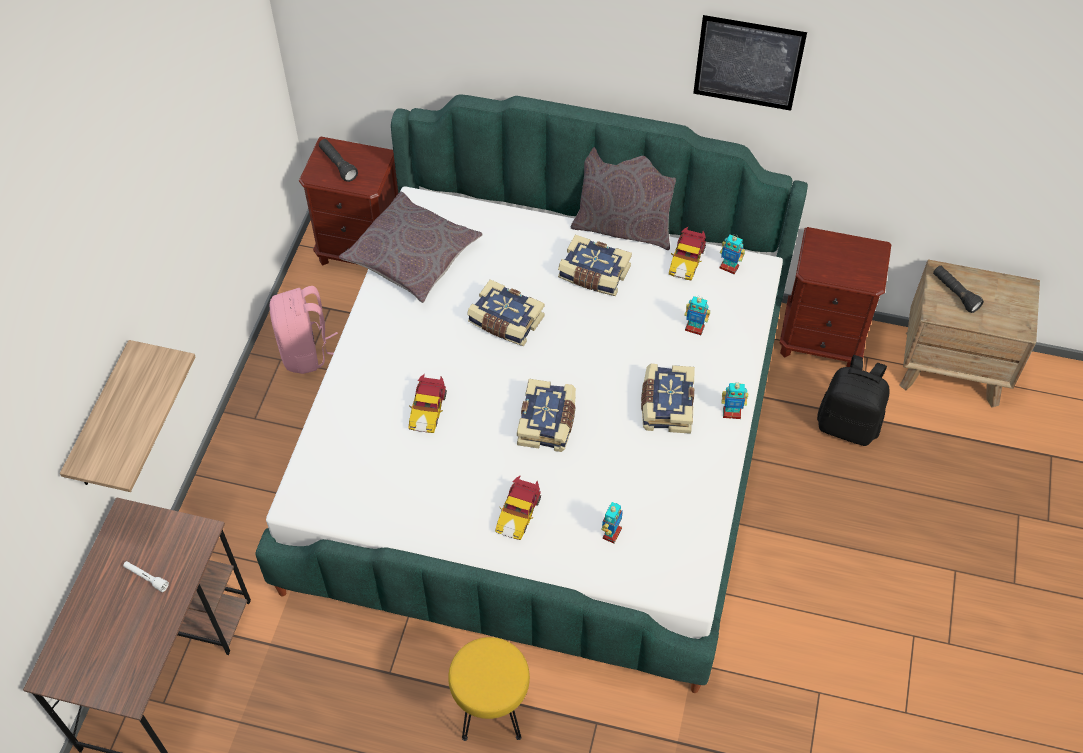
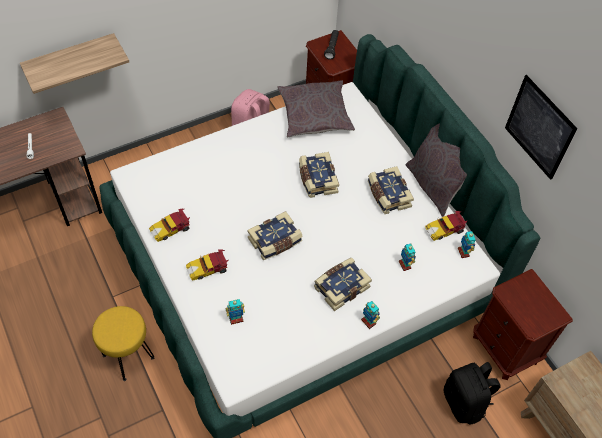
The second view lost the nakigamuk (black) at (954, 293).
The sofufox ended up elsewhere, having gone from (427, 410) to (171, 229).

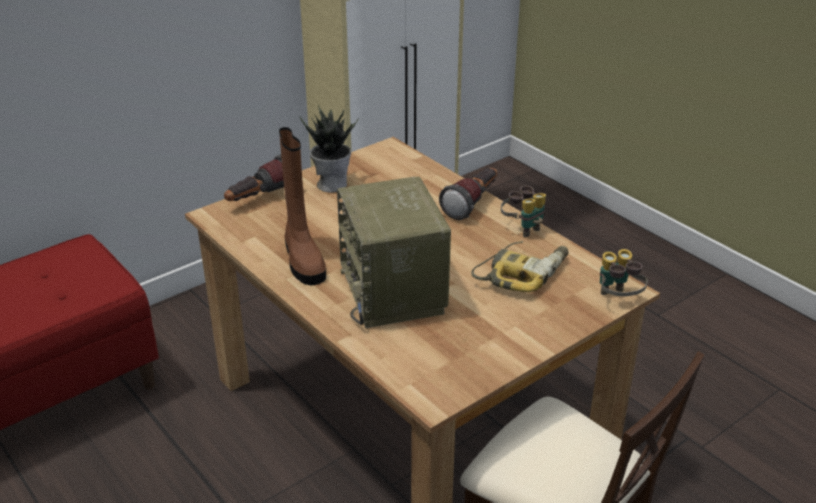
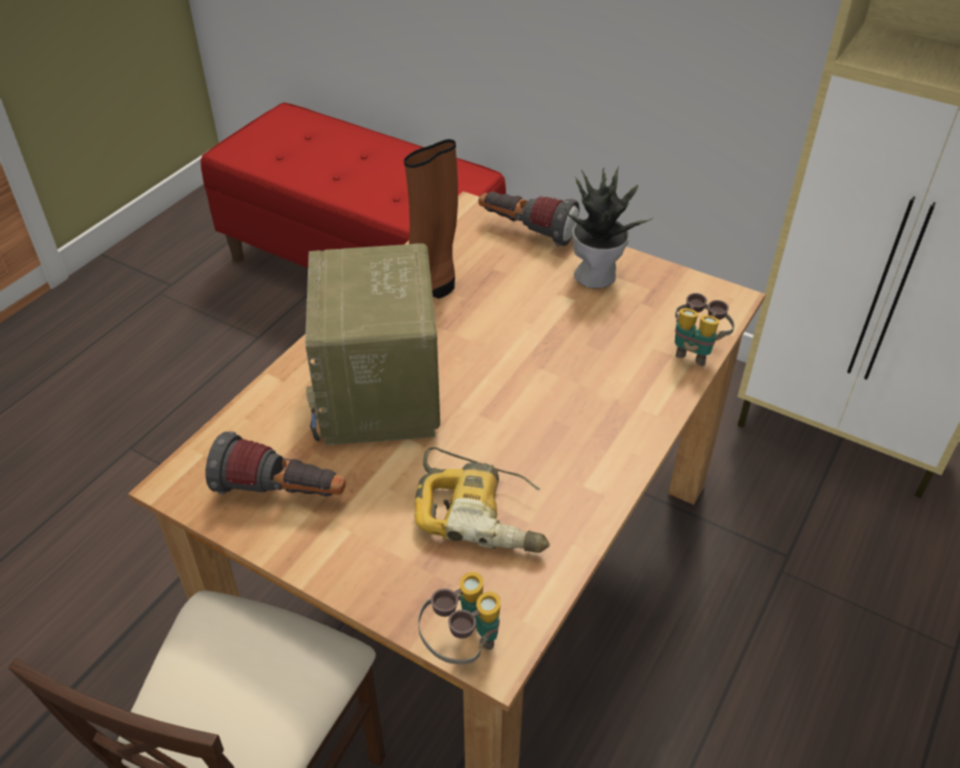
The nakigamuk ended up elsewhere, having gone from (473, 204) to (282, 493).
The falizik ended up elsewhere, having gone from (522, 228) to (695, 350).
The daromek at (394, 292) ended up facing another way, 60 degrees counterclockwise from before.

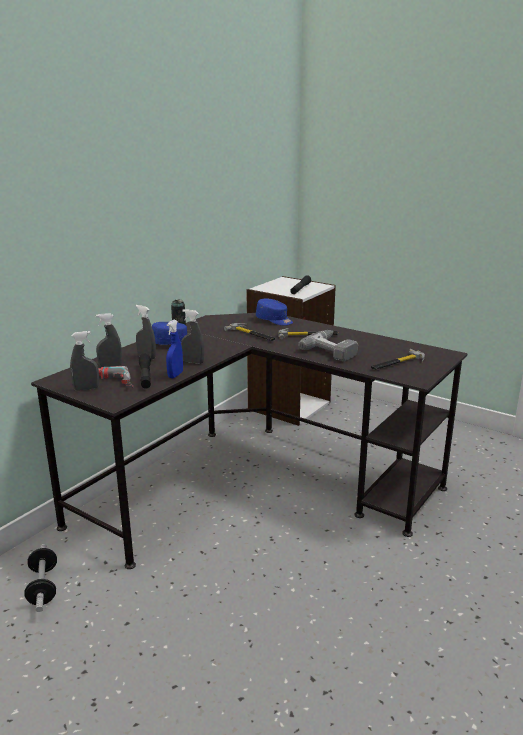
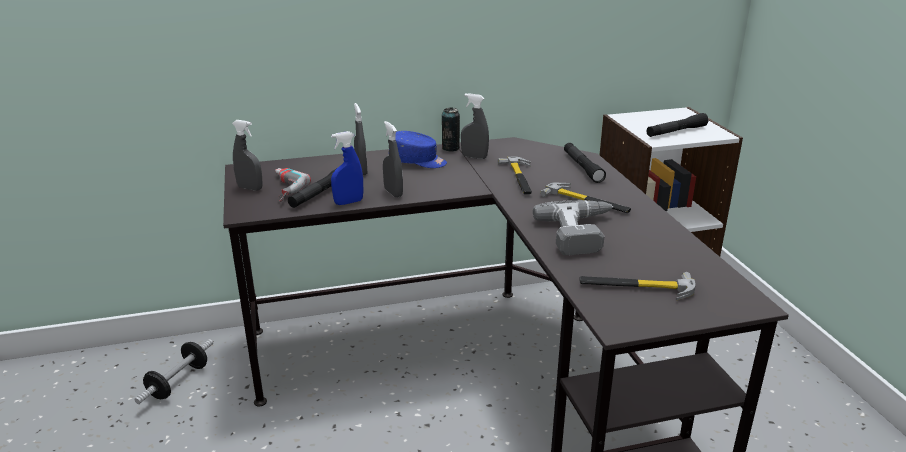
The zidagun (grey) ended up elsewhere, having gone from (110, 366) to (474, 157).
Where the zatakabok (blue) stood at (274, 320), the nakigamuk (black) came to stand at (582, 167).

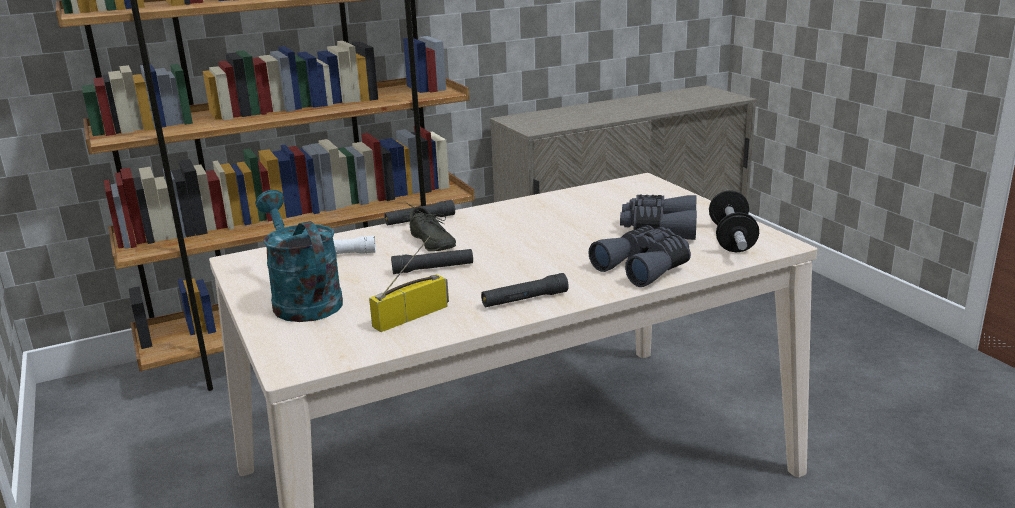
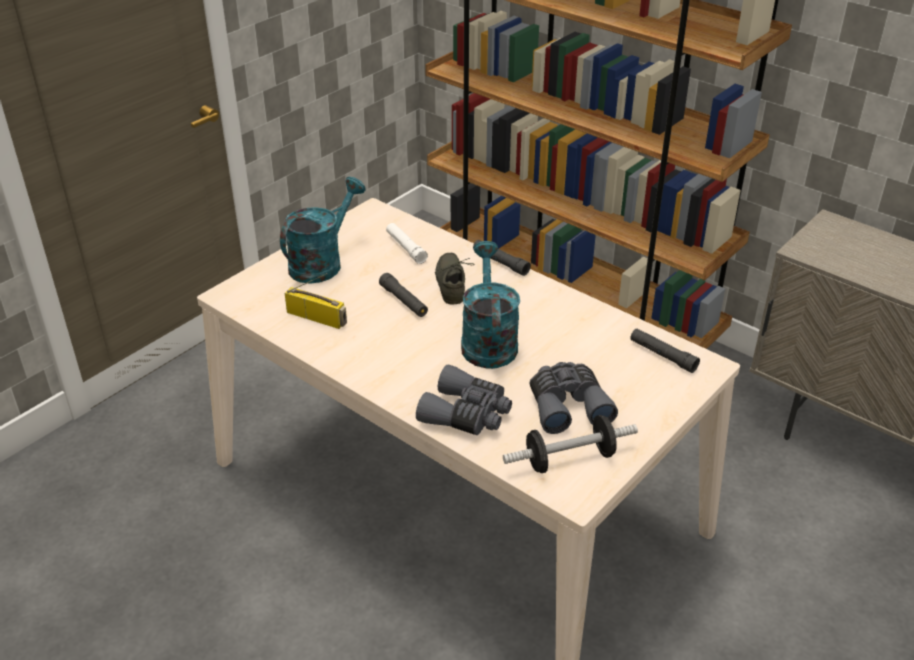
The second view gained the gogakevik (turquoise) at (488, 341).
The nakigamuk (black) ended up elsewhere, having gone from (524, 299) to (662, 355).
The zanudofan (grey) at (430, 243) ended up facing another way, 135 degrees clockwise from before.

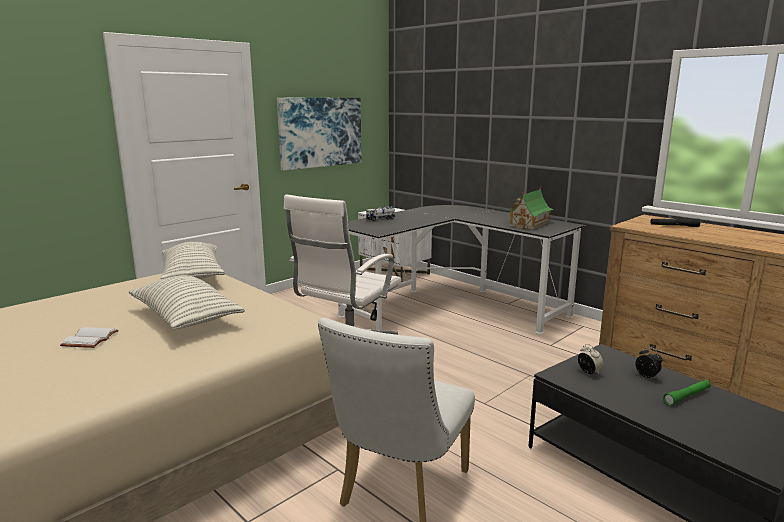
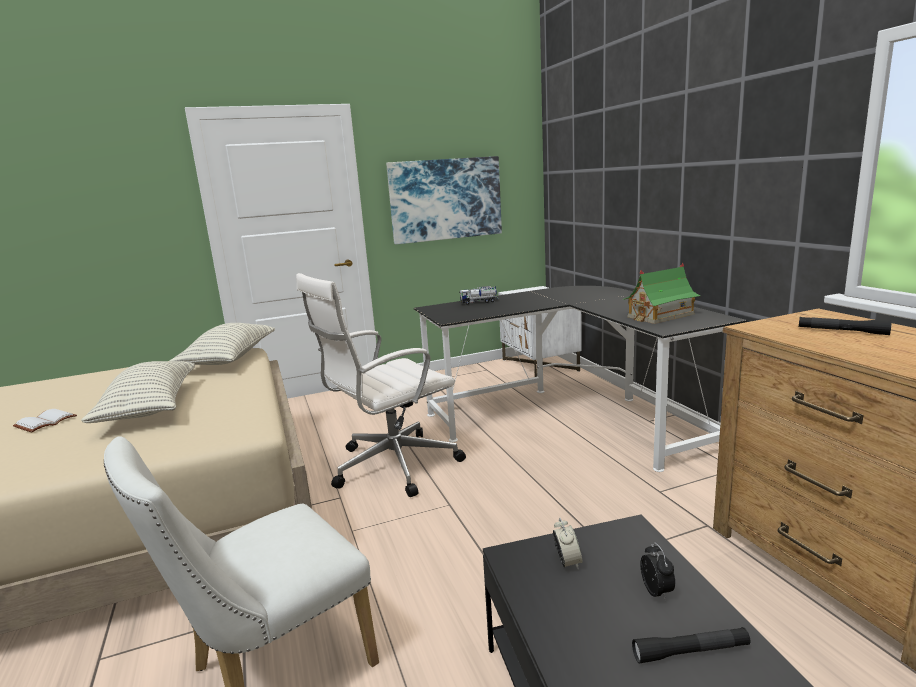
What was the nakigamuk (green) at (687, 396) turned into the nakigamuk (black) at (690, 652).

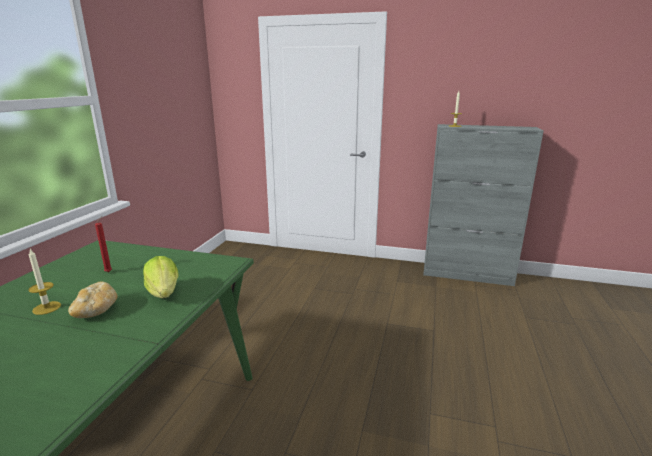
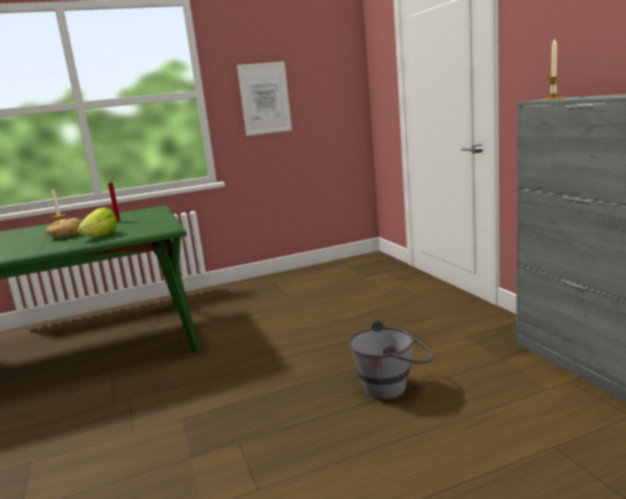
The second view gained the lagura at (265, 98).
The second view gained the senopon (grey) at (393, 386).

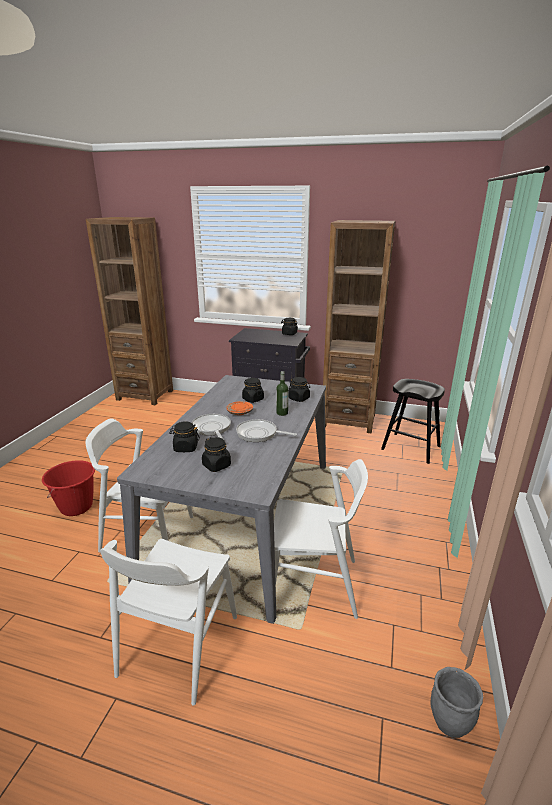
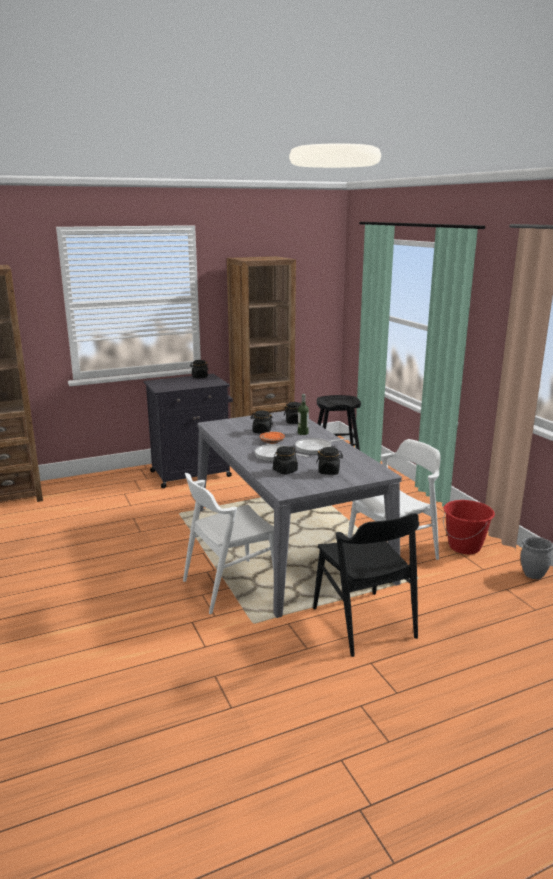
The senopon (red) ended up elsewhere, having gone from (76, 507) to (464, 547).
What was the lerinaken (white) at (178, 645) turned into the lerinaken (black) at (364, 622).

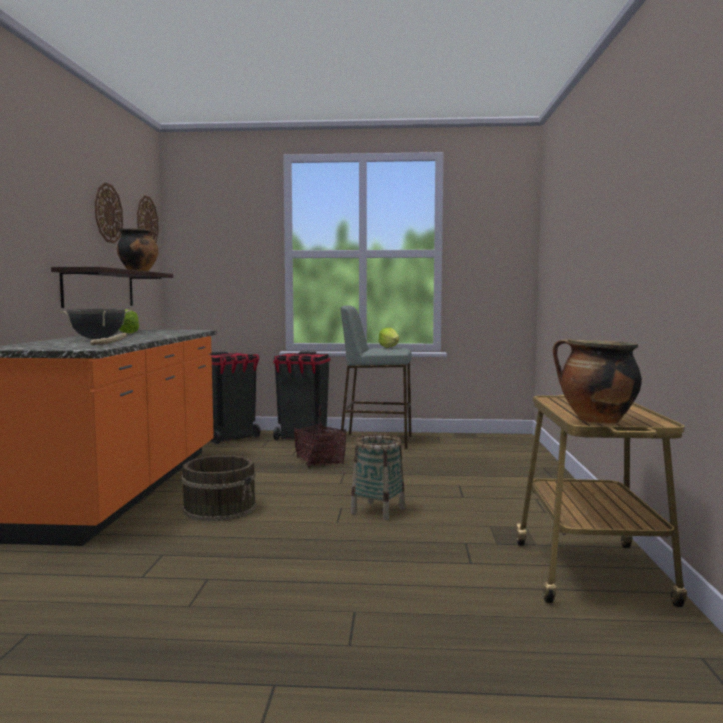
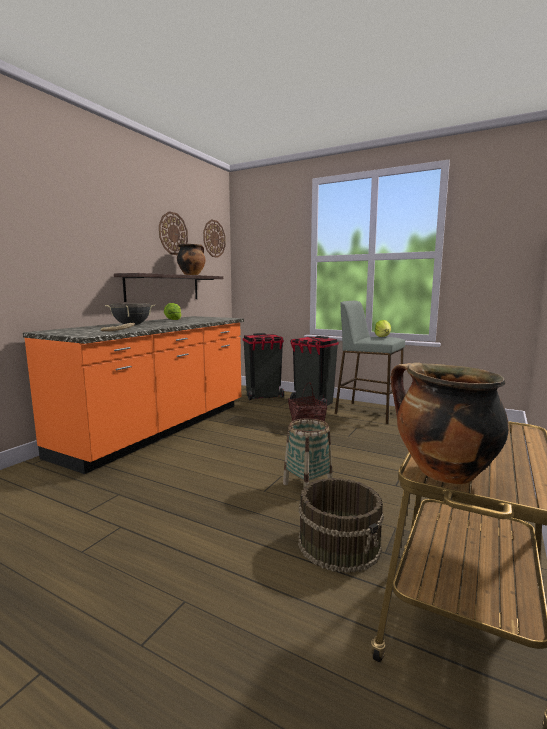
The senopon (brown) ended up elsewhere, having gone from (220, 508) to (339, 544).

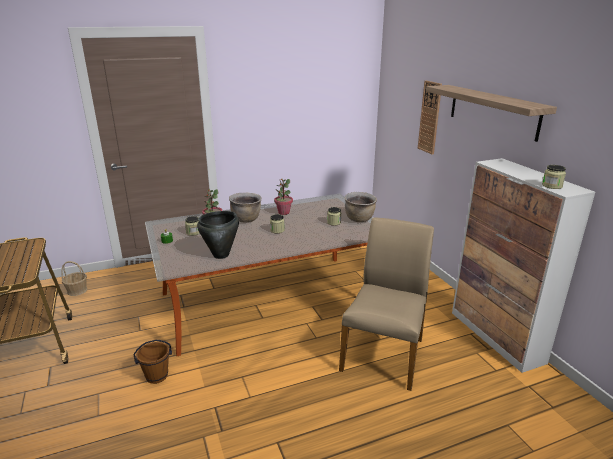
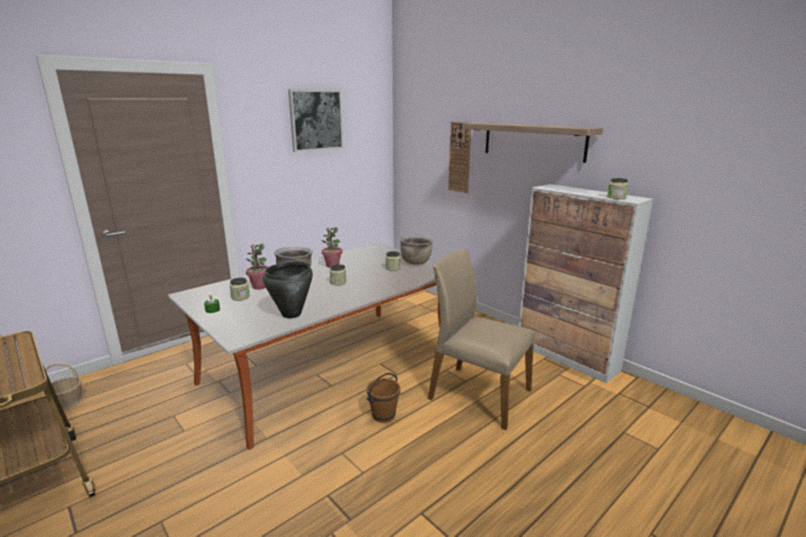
The second view gained the lagura at (316, 120).
The senopon (brown) ended up elsewhere, having gone from (157, 376) to (383, 415).
The lerinaken (beige) at (384, 354) ended up facing another way, 60 degrees counterclockwise from before.

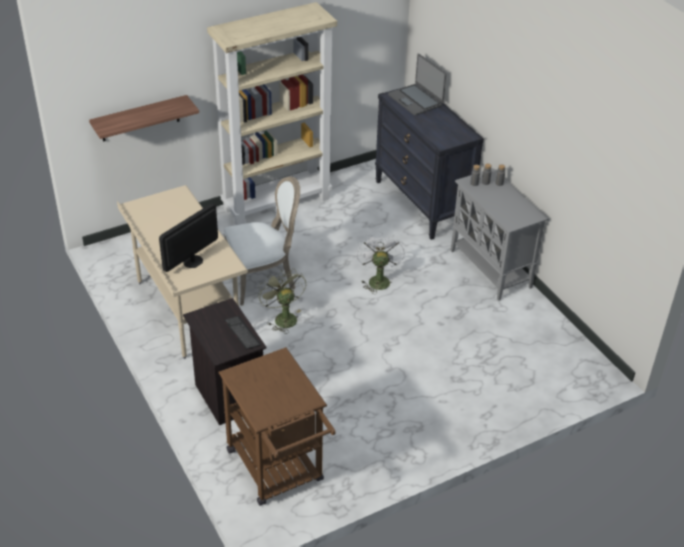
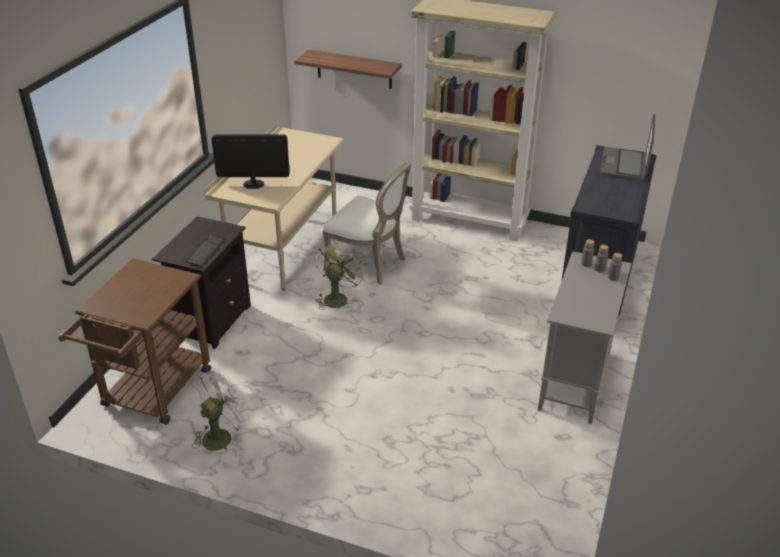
The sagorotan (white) ended up elsewhere, having gone from (378, 279) to (222, 436).

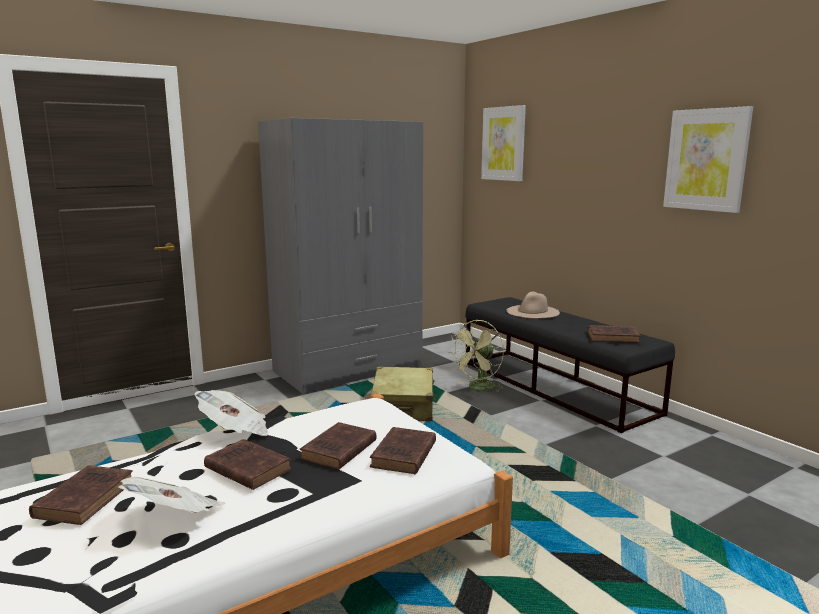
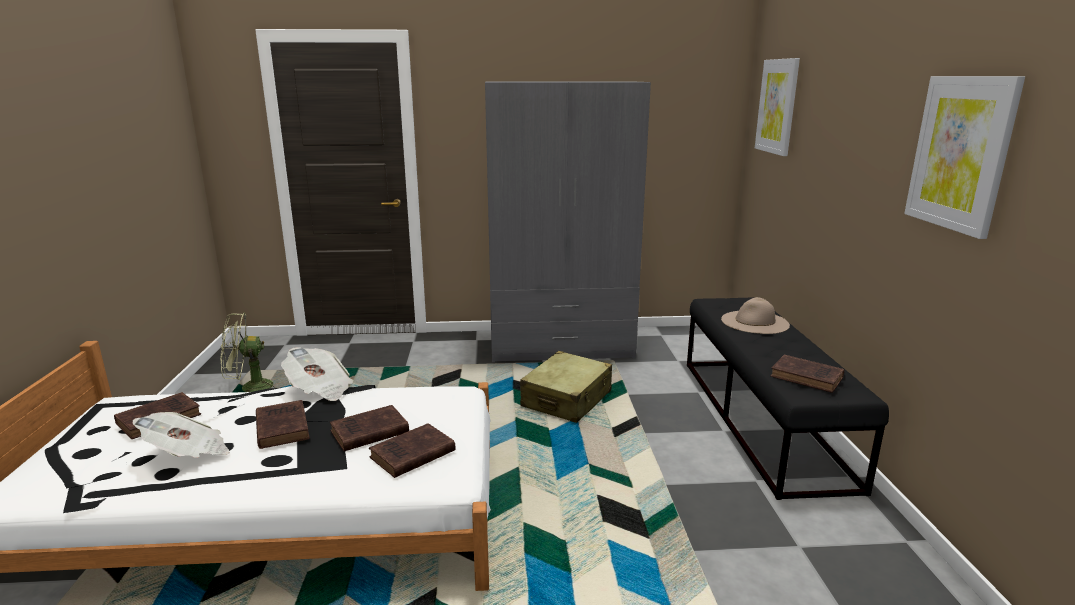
The sagorotan (green) ended up elsewhere, having gone from (479, 388) to (249, 388).

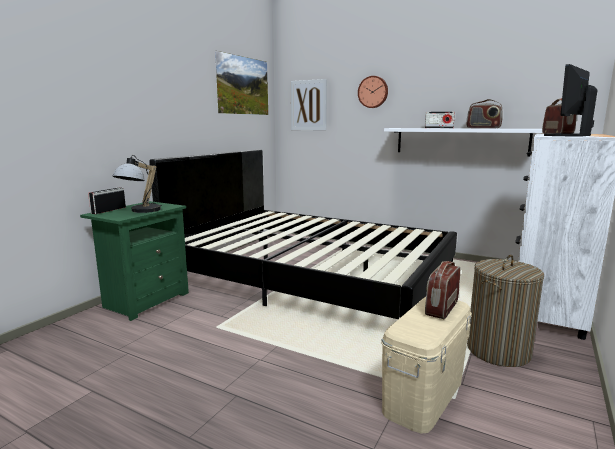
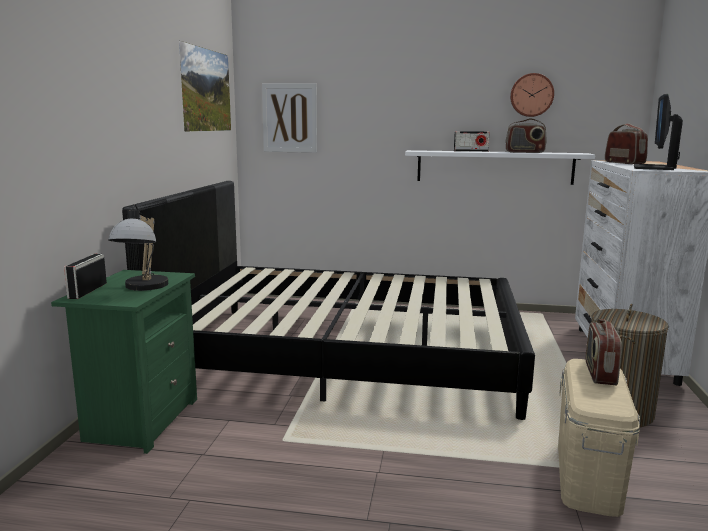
The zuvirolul ended up elsewhere, having gone from (373, 92) to (531, 95).

